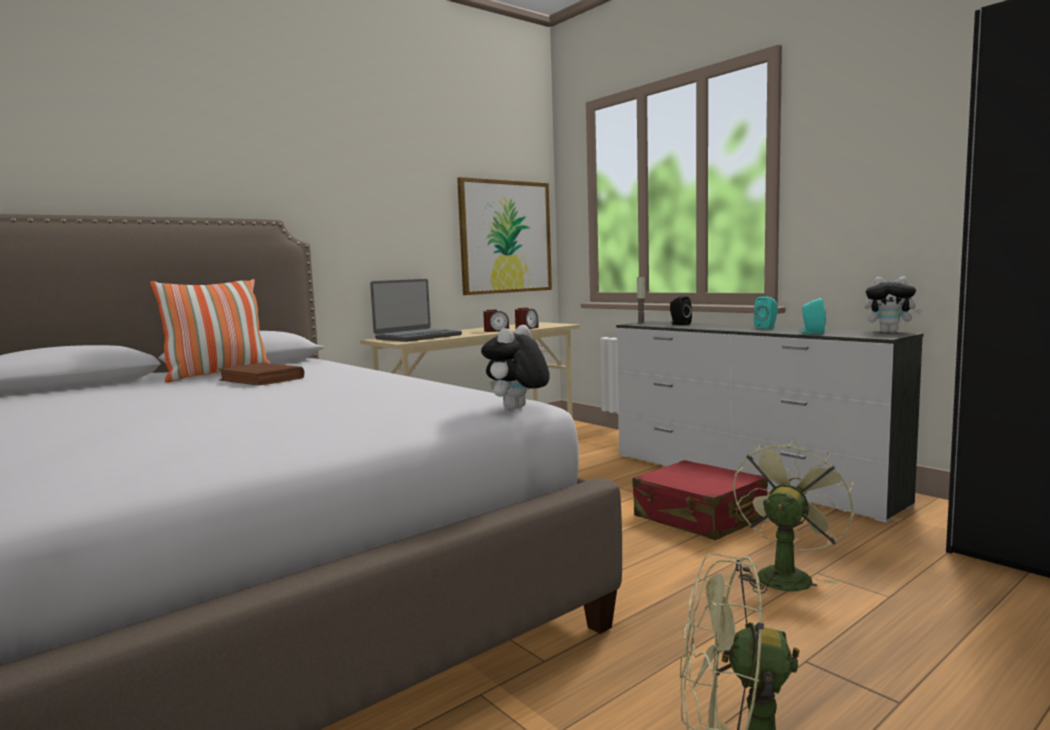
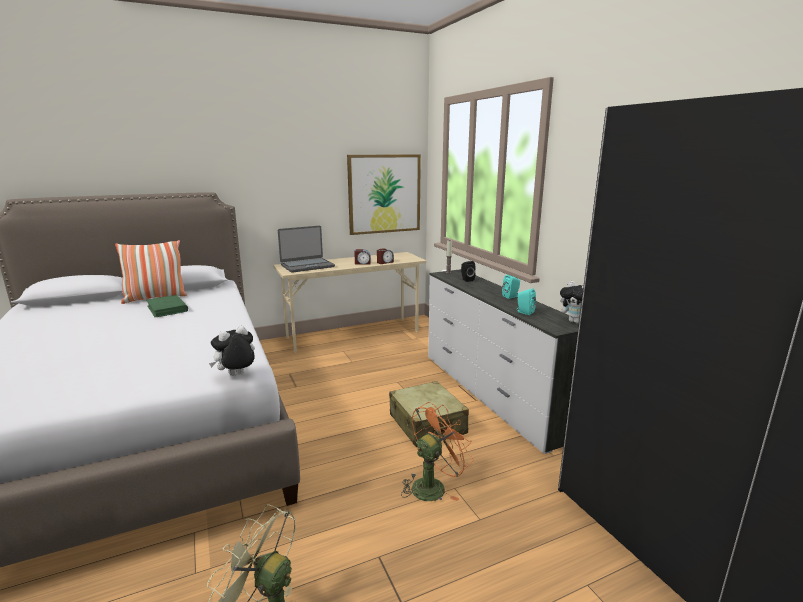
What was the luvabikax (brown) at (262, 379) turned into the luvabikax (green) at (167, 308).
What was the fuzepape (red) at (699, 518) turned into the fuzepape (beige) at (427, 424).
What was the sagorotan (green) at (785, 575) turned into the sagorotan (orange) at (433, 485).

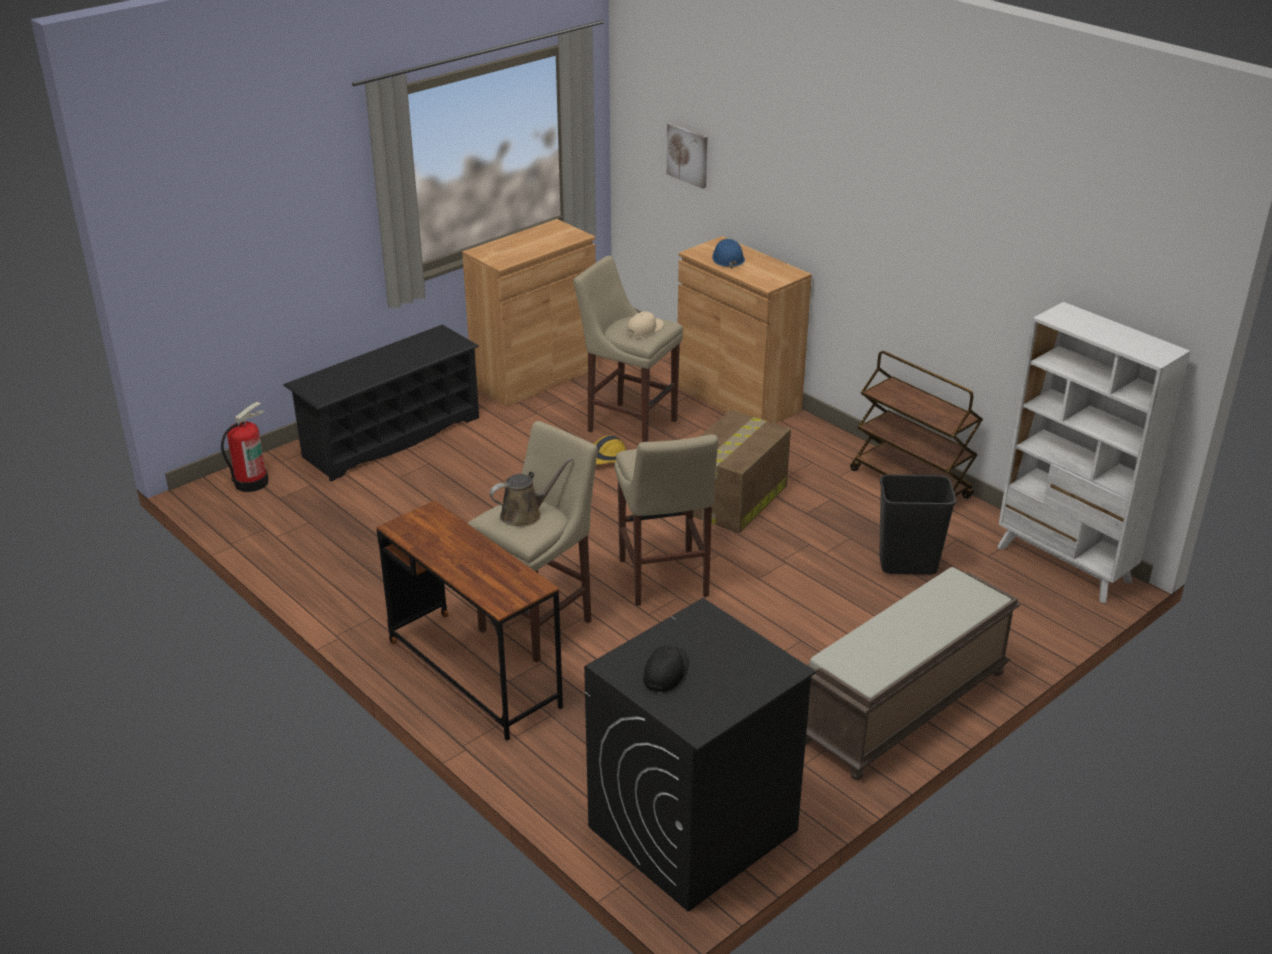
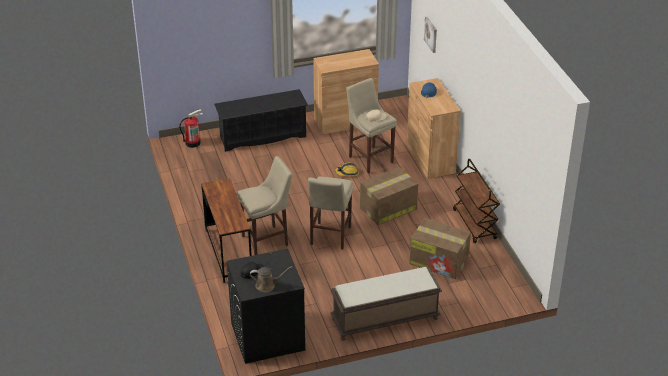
The second view lost the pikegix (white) at (1064, 565).
The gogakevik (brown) ended up elsewhere, having gone from (525, 514) to (267, 285).
Where the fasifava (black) stood at (908, 564), the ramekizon came to stand at (439, 261).

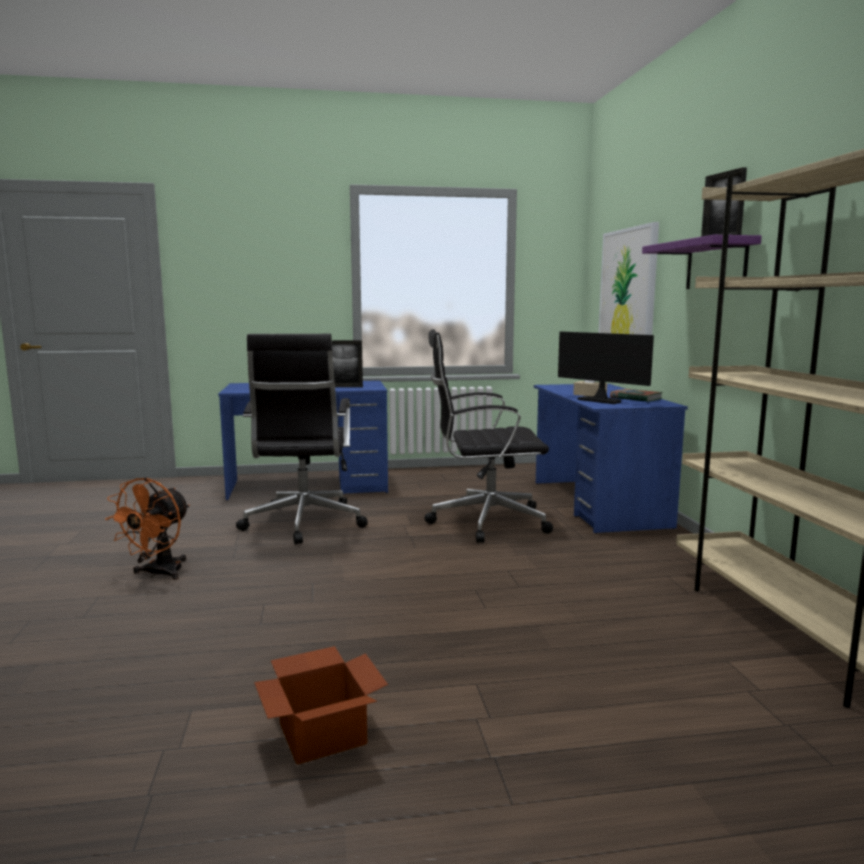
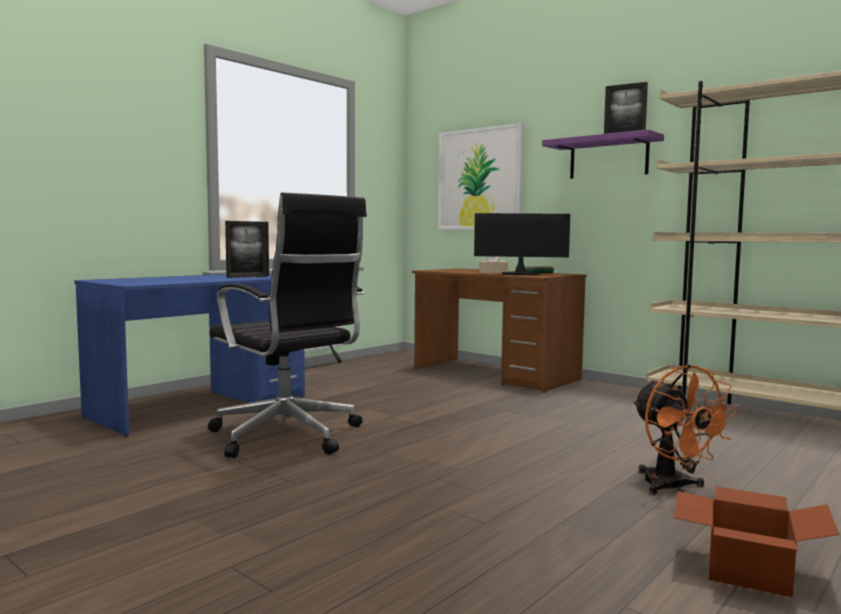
The second view lost the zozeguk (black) at (485, 521).
The sagorotan (orange) ended up elsewhere, having gone from (158, 574) to (673, 487).
What was the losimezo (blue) at (598, 504) turned into the losimezo (brown) at (495, 374).

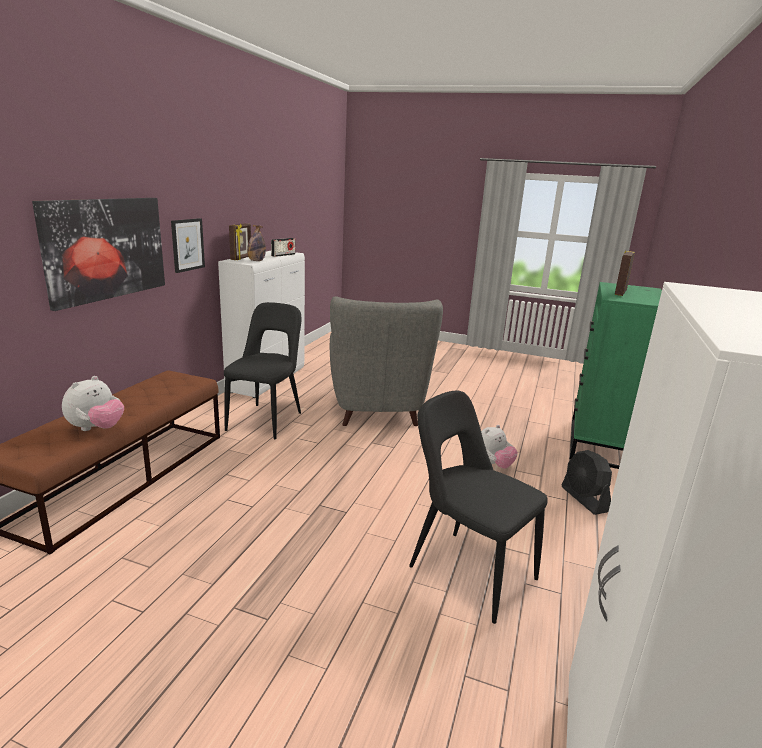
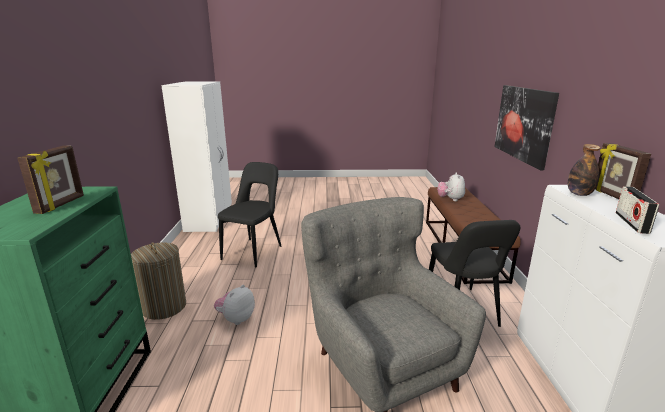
The second view lost the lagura at (187, 245).
Where the sagorotan (black) stood at (584, 499), the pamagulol came to stand at (164, 307).
The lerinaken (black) at (467, 570) ended up facing another way, 90 degrees counterclockwise from before.

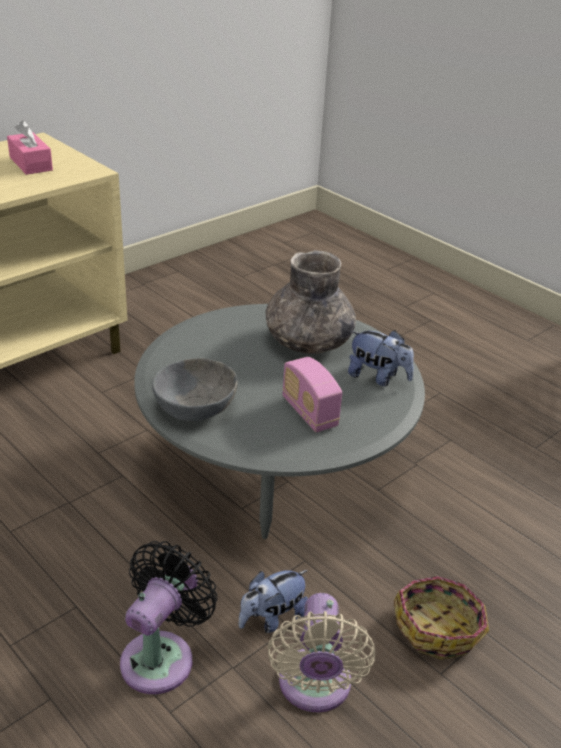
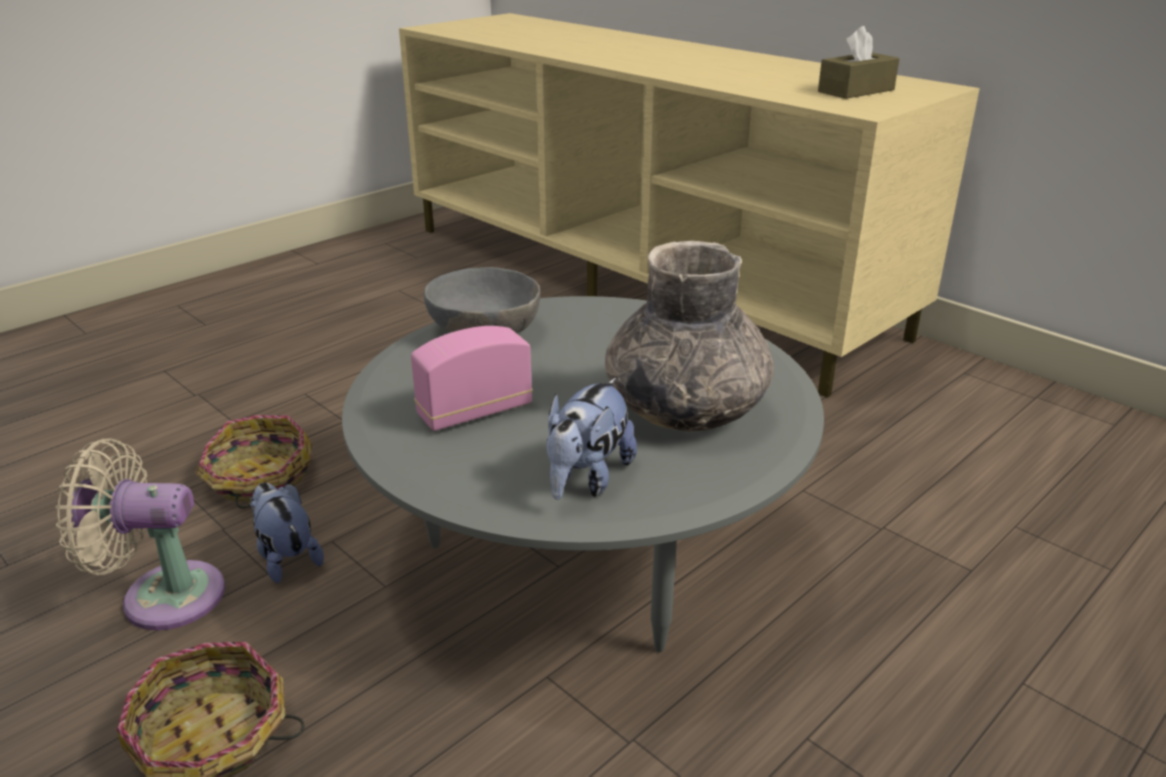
Where the sagorotan (black) stood at (162, 656), the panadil came to stand at (258, 478).
What was the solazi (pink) at (31, 164) turned into the solazi (brown) at (856, 91).

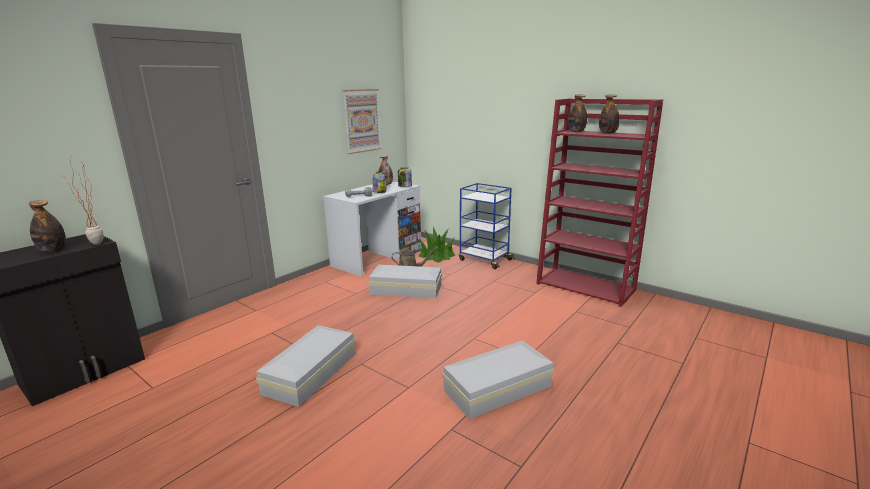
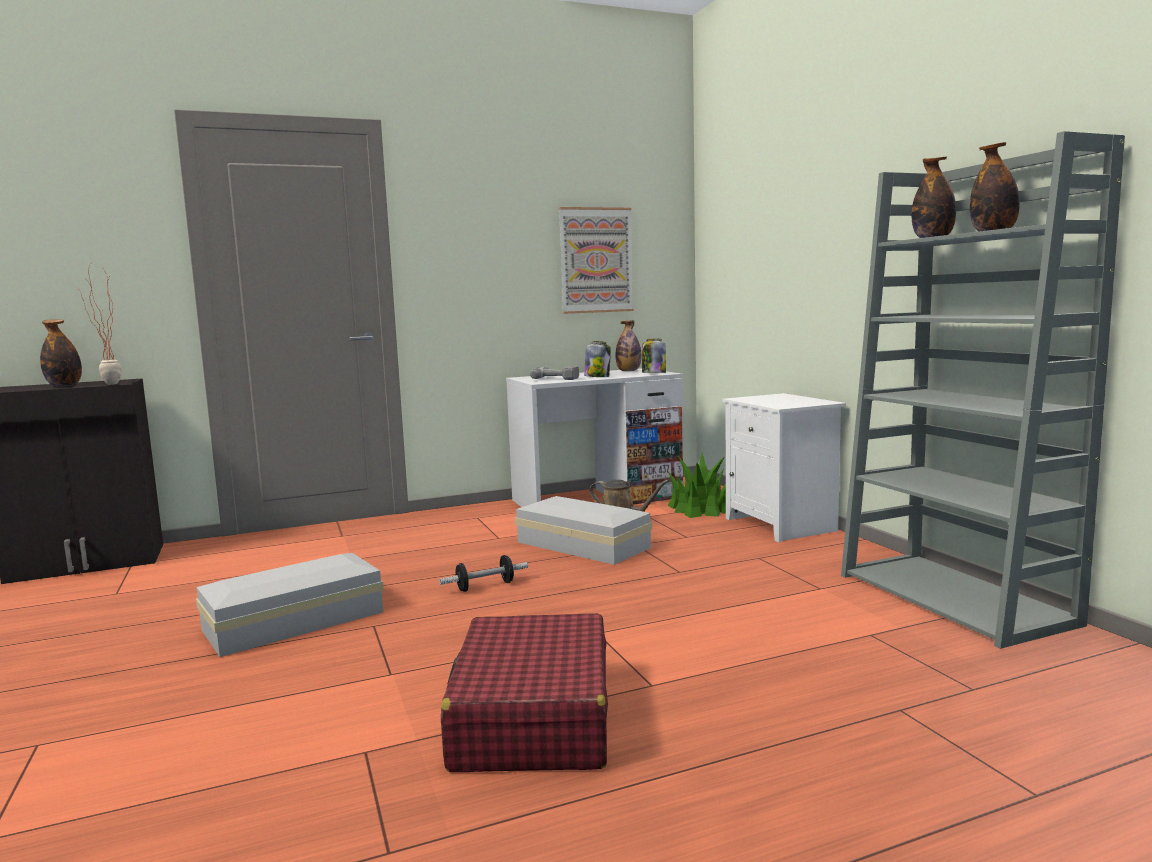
The second view gained the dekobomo at (485, 586).
Where the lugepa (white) stood at (499, 388), the fuzepape (red) came to stand at (532, 718).
Where the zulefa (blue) stood at (484, 260), the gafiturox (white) came to stand at (783, 525).
What was the pikegix (red) at (586, 287) turned into the pikegix (grey) at (955, 599).

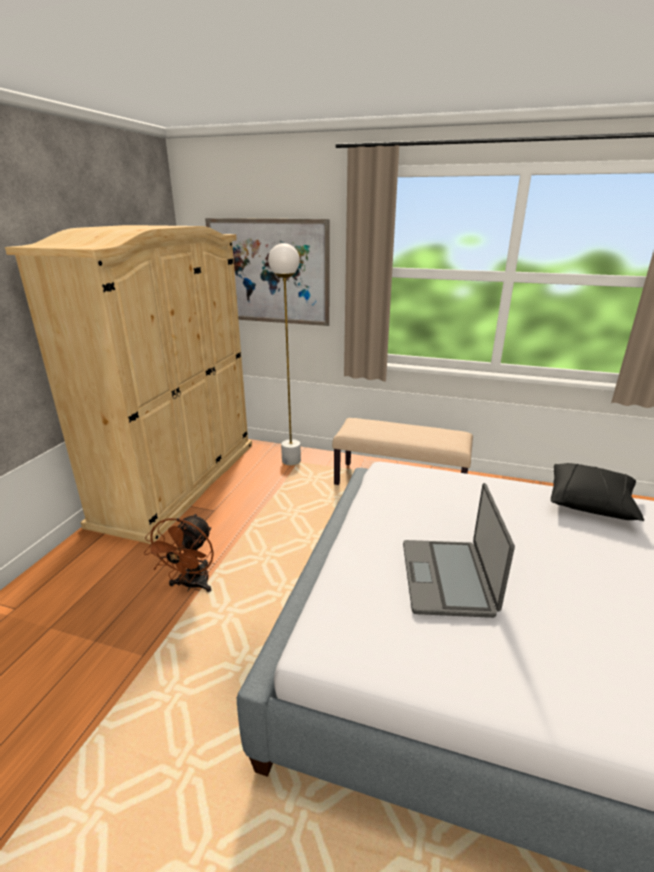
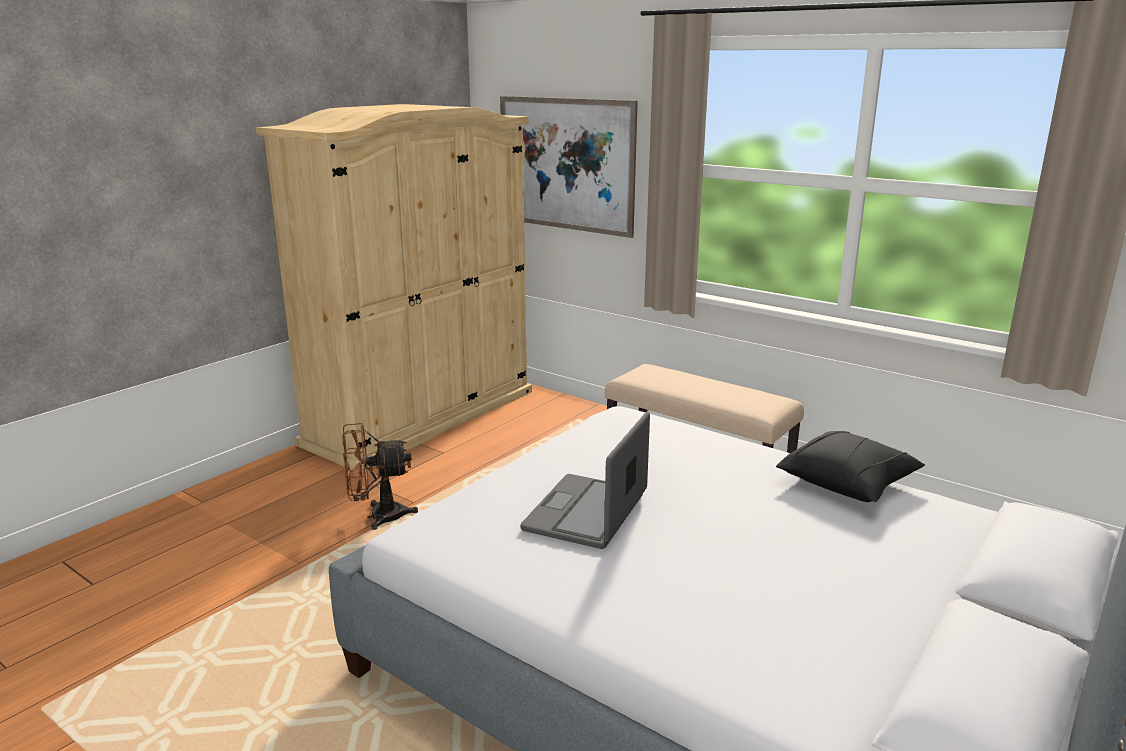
The second view lost the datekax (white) at (291, 461).
The sagorotan (brown) at (191, 585) ended up facing another way, 45 degrees clockwise from before.

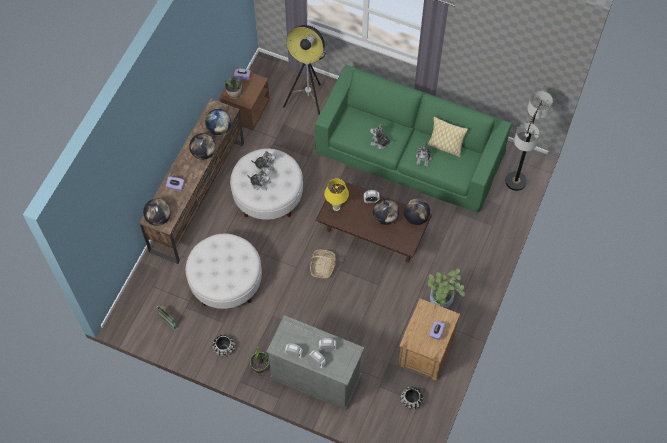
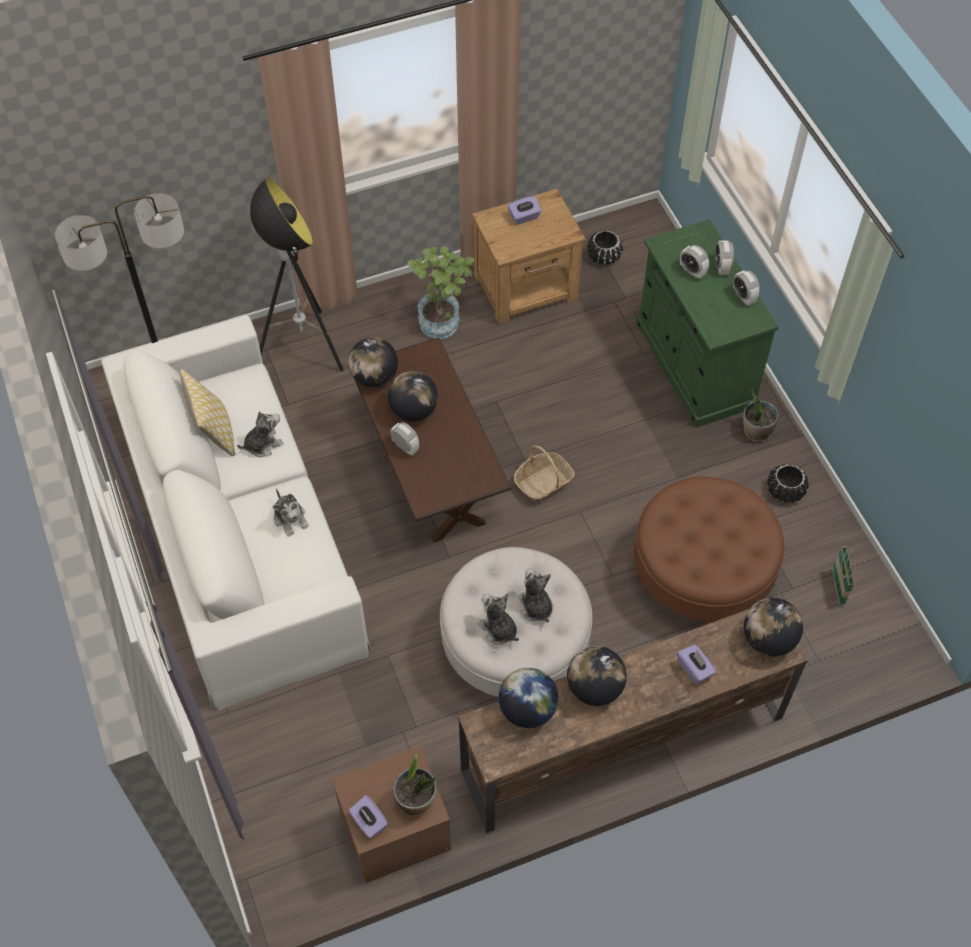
The second view lost the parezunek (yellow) at (336, 207).
The datekax ended up elsewhere, having gone from (309, 103) to (303, 348).
What was the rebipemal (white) at (226, 282) turned into the rebipemal (brown) at (701, 574).
What was the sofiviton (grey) at (316, 377) turned into the sofiviton (green) at (694, 365).
What was the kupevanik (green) at (410, 151) turned into the kupevanik (white) at (240, 531).

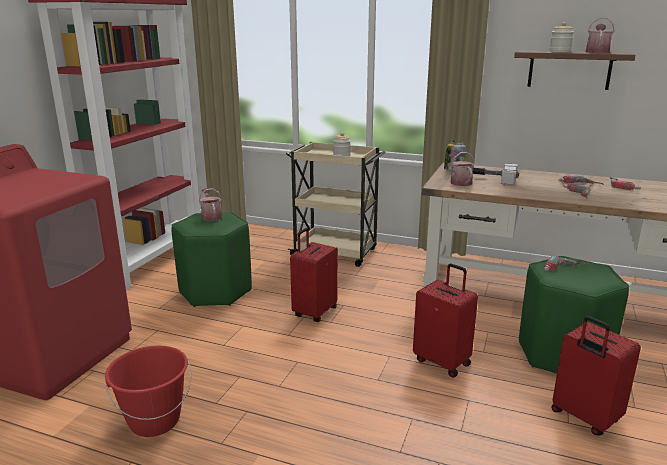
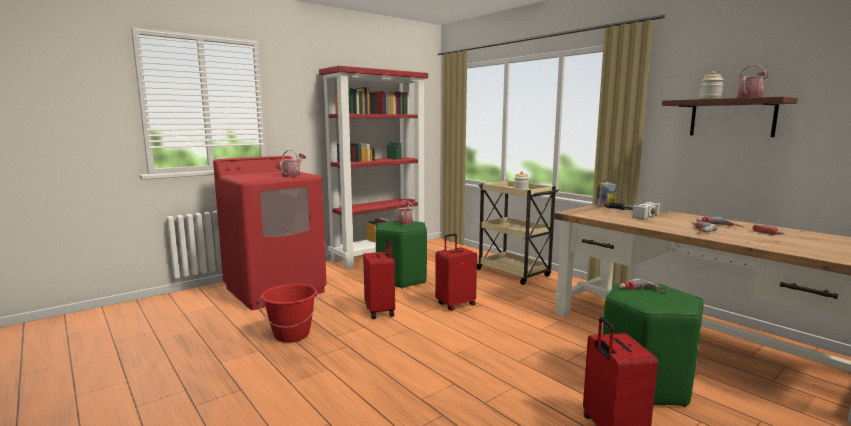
The fuzepape (red) ended up elsewhere, having gone from (443, 361) to (380, 311).
The gogakevik ended up elsewhere, having gone from (459, 182) to (293, 175).

